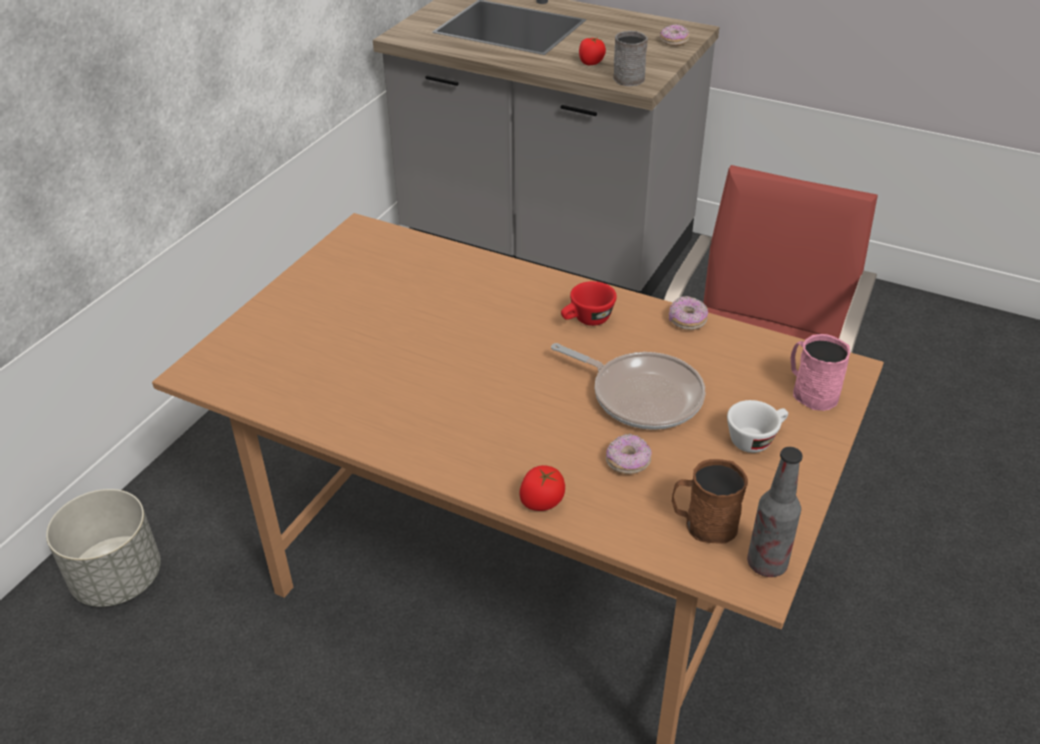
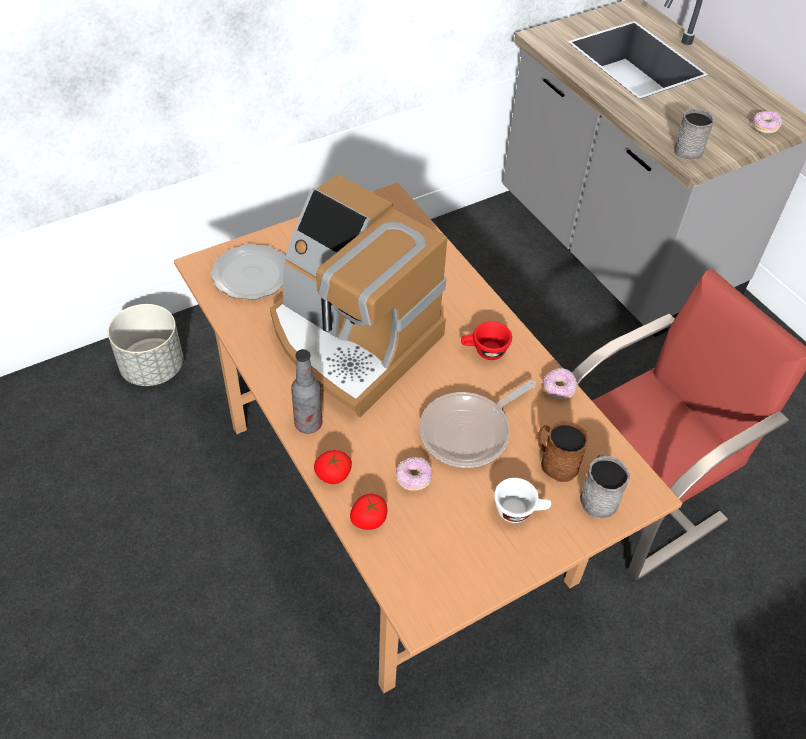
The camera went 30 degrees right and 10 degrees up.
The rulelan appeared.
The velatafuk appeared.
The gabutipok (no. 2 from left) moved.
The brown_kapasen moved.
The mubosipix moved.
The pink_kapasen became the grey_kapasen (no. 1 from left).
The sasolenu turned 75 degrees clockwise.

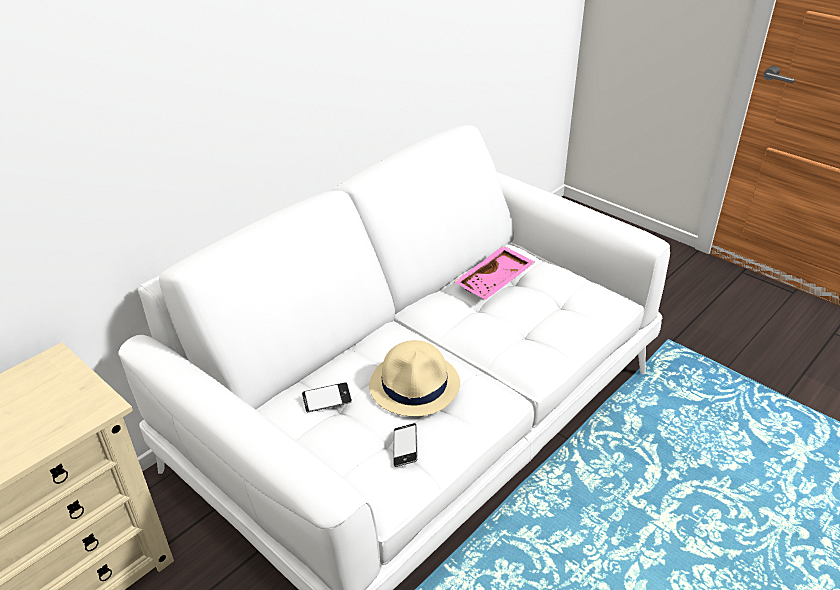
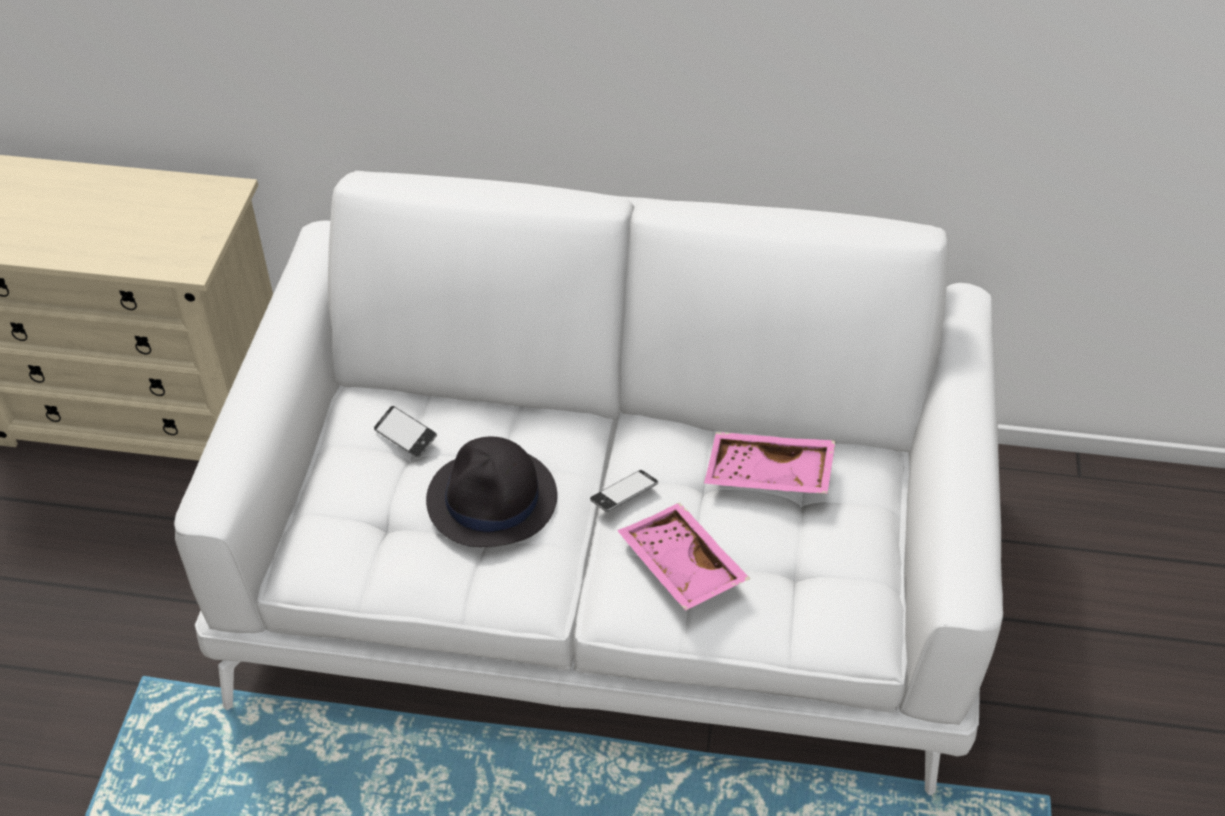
The camera went 55 degrees right and 10 degrees up.
The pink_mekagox (no. 1 from left) appeared.
The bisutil (no. 2 from left) moved.
The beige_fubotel became the black_fubotel.

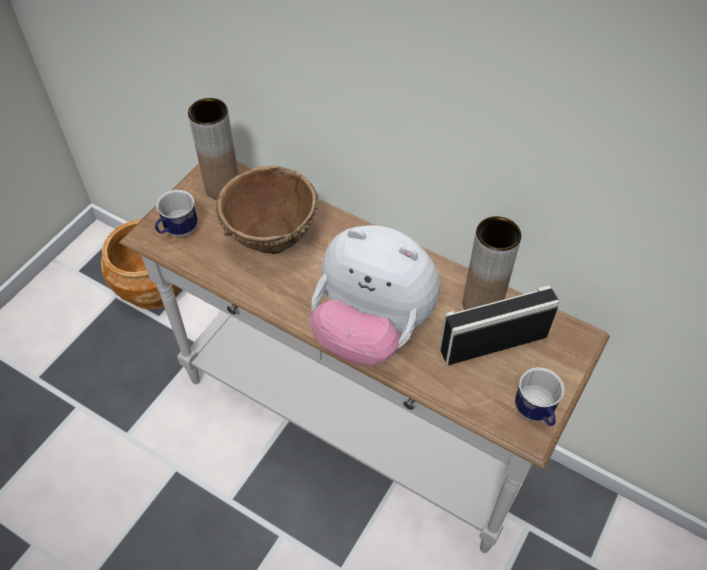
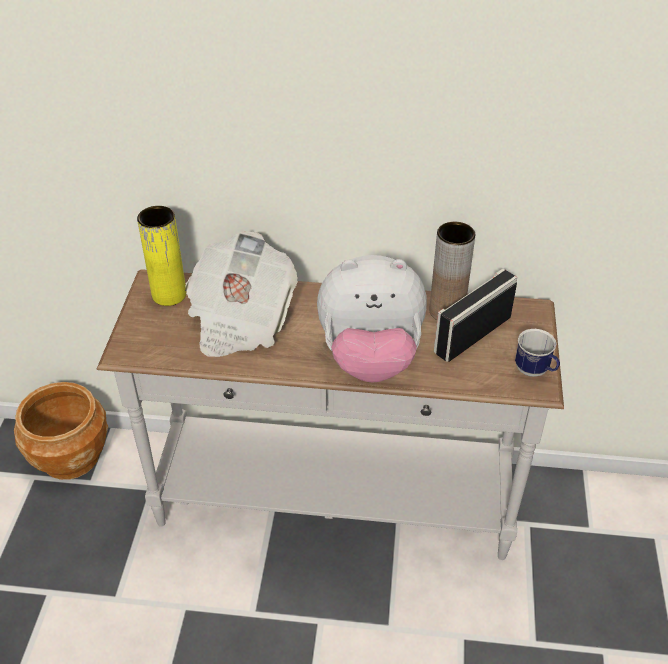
The camera went 25 degrees left and 10 degrees down.
The kapasen (no. 1 from left) disappeared.
The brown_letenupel was replaced by the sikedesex.
The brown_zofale (no. 1 from left) became the yellow_zofale.

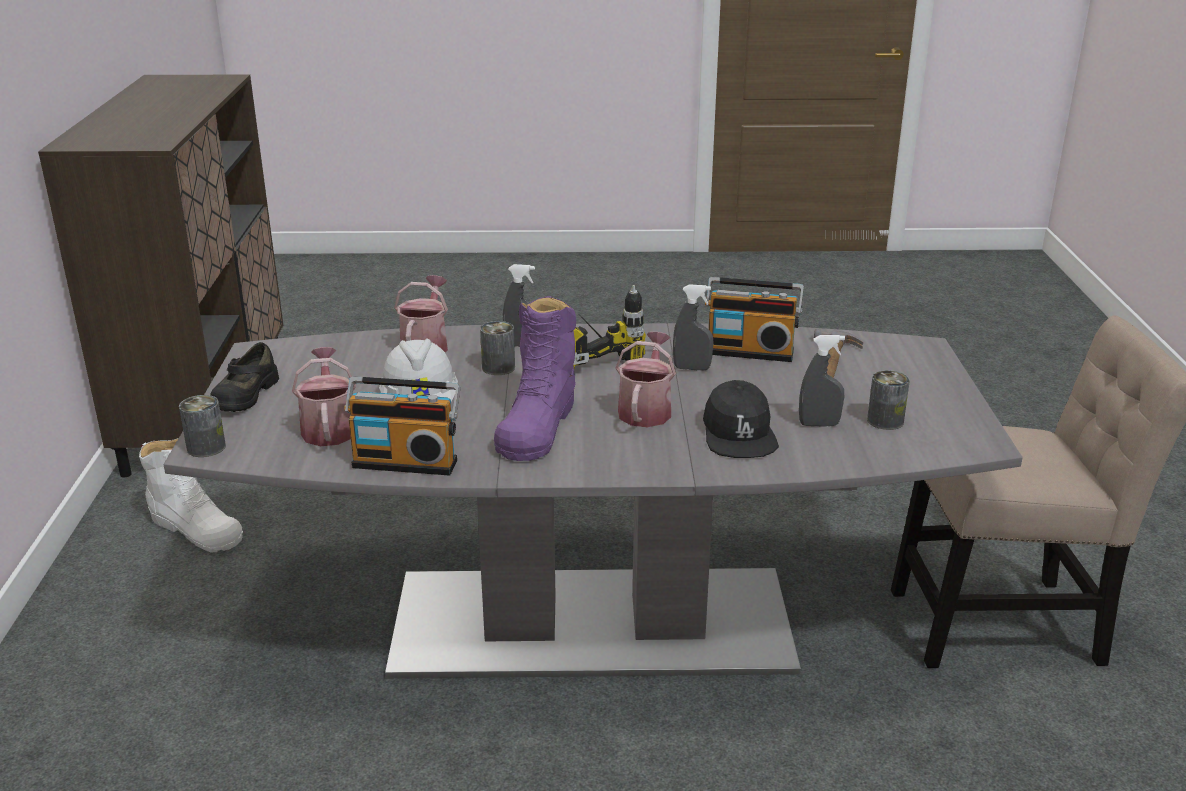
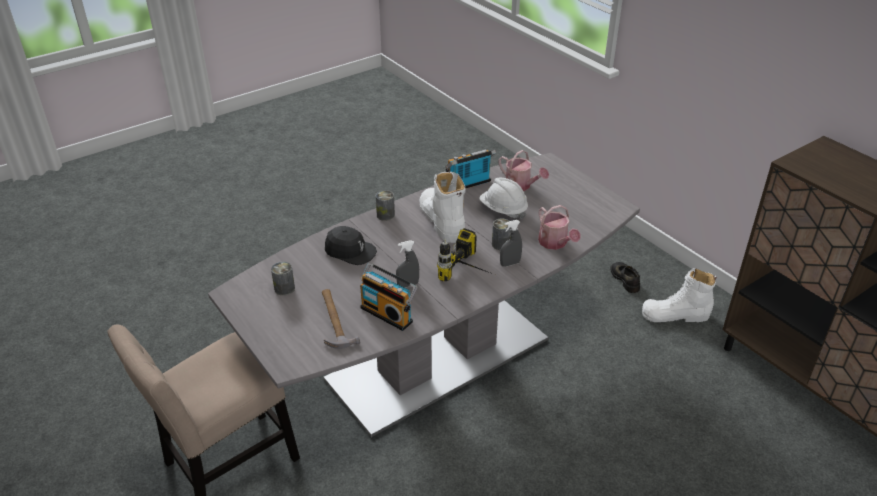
The camera went 145 degrees right and 10 degrees up.
The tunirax (no. 3 from left) disappeared.
The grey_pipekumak (no. 3 from left) disappeared.
The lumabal (no. 1 from left in the first image) moved.
The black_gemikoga moved.
The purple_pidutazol became the white_pidutazol (no. 1 from left).
The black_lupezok turned 150 degrees clockwise.
The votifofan (no. 2 from left in the first image) turned 120 degrees counterclockwise.

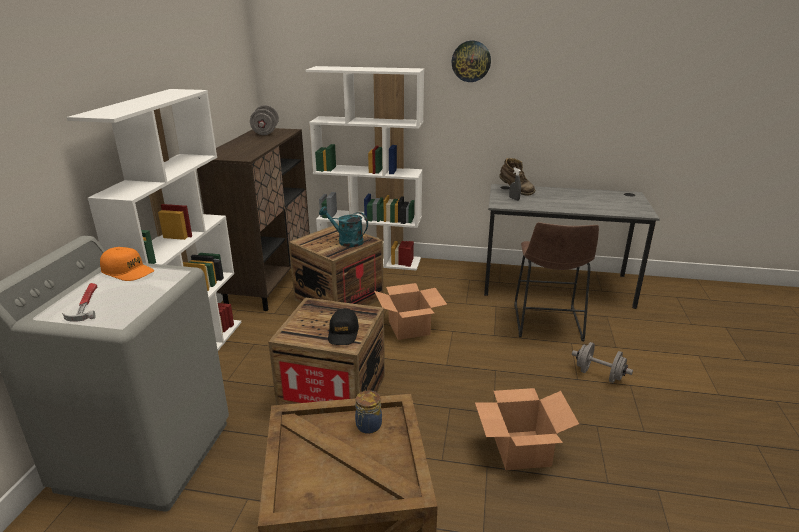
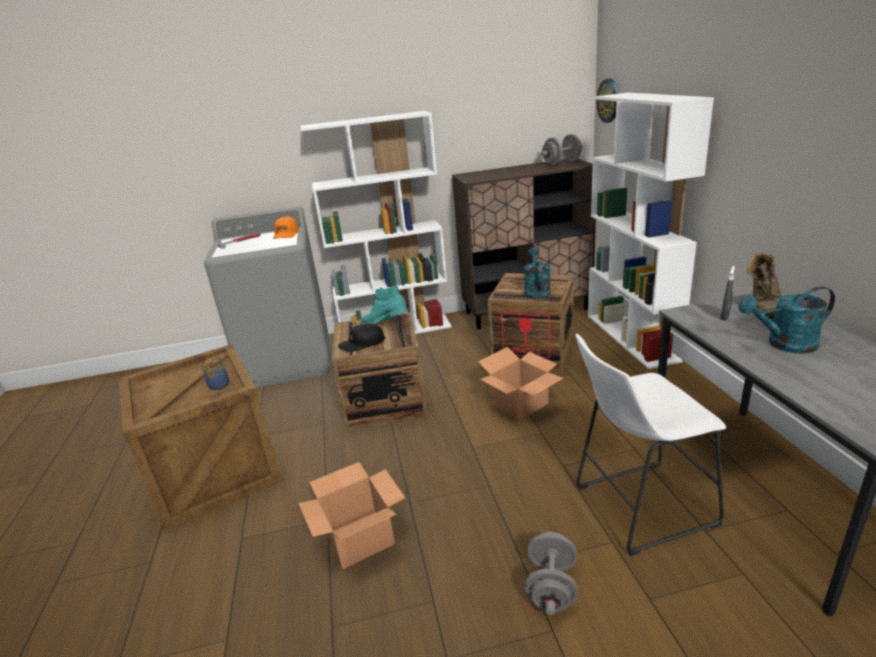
The camera went 70 degrees right and 0 degrees up.
The turquoise_pidutazol appeared.
The turquoise_tunirax (no. 2 from left) appeared.
The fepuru moved.
The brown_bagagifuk became the white_bagagifuk.

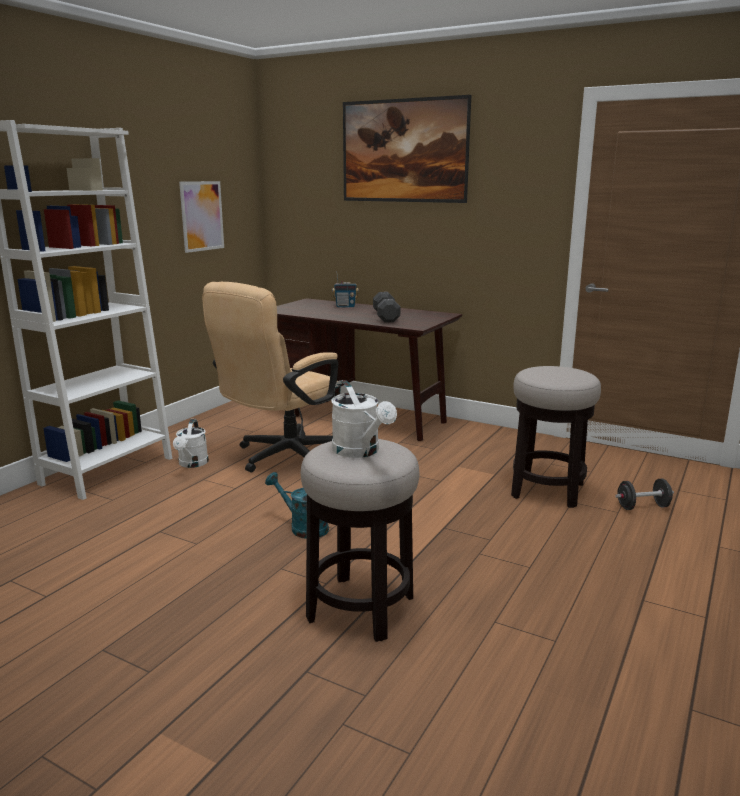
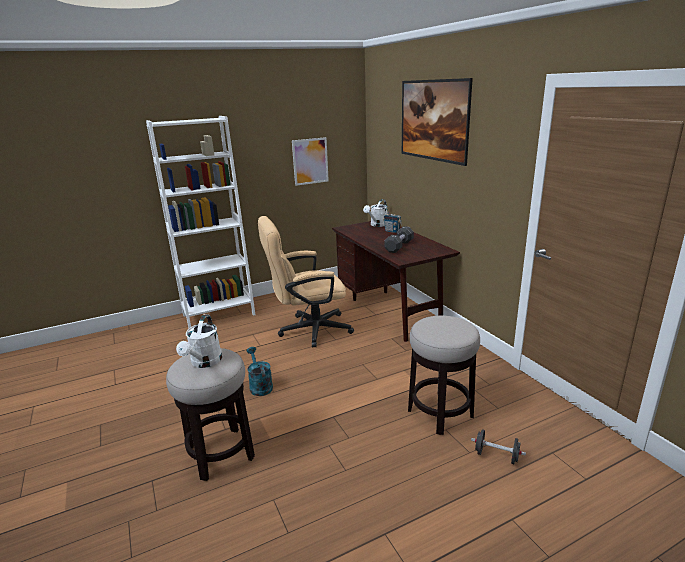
The camera went 35 degrees right and 5 degrees up.
The white_tunirax (no. 1 from left in the first image) moved.

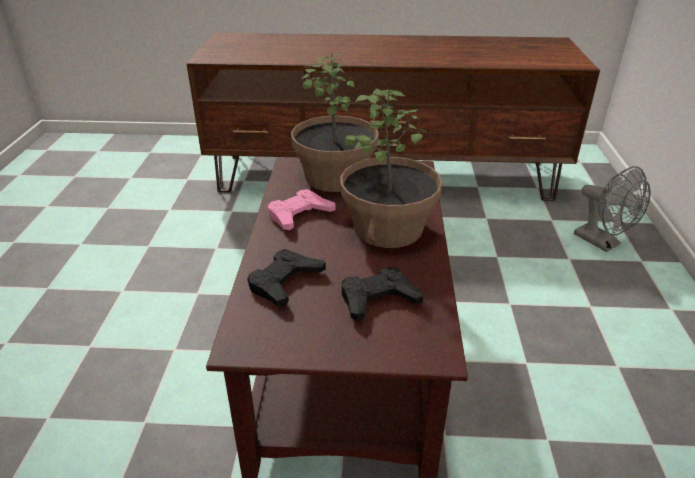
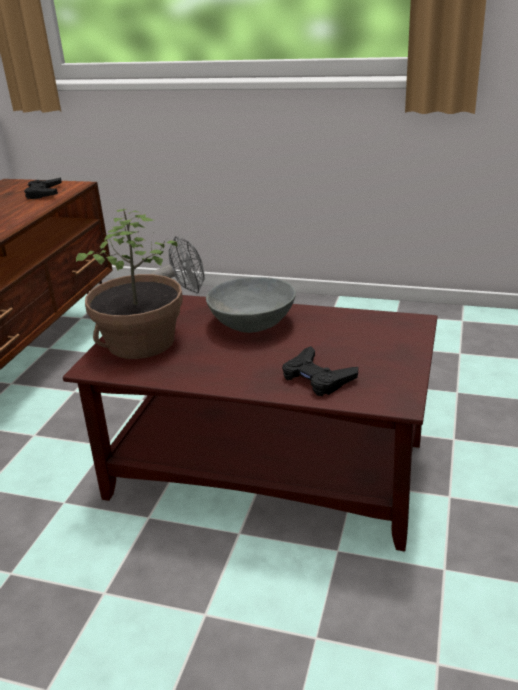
The camera went 75 degrees left and 5 degrees down.
The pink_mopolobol disappeared.
The black_mopolobol (no. 2 from left in the first image) moved.
The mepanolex (no. 2 from left) was replaced by the grey_letenupel.

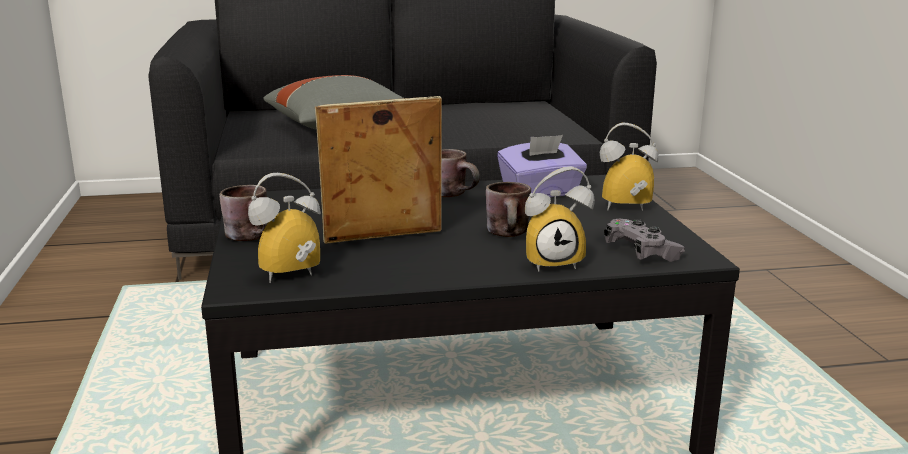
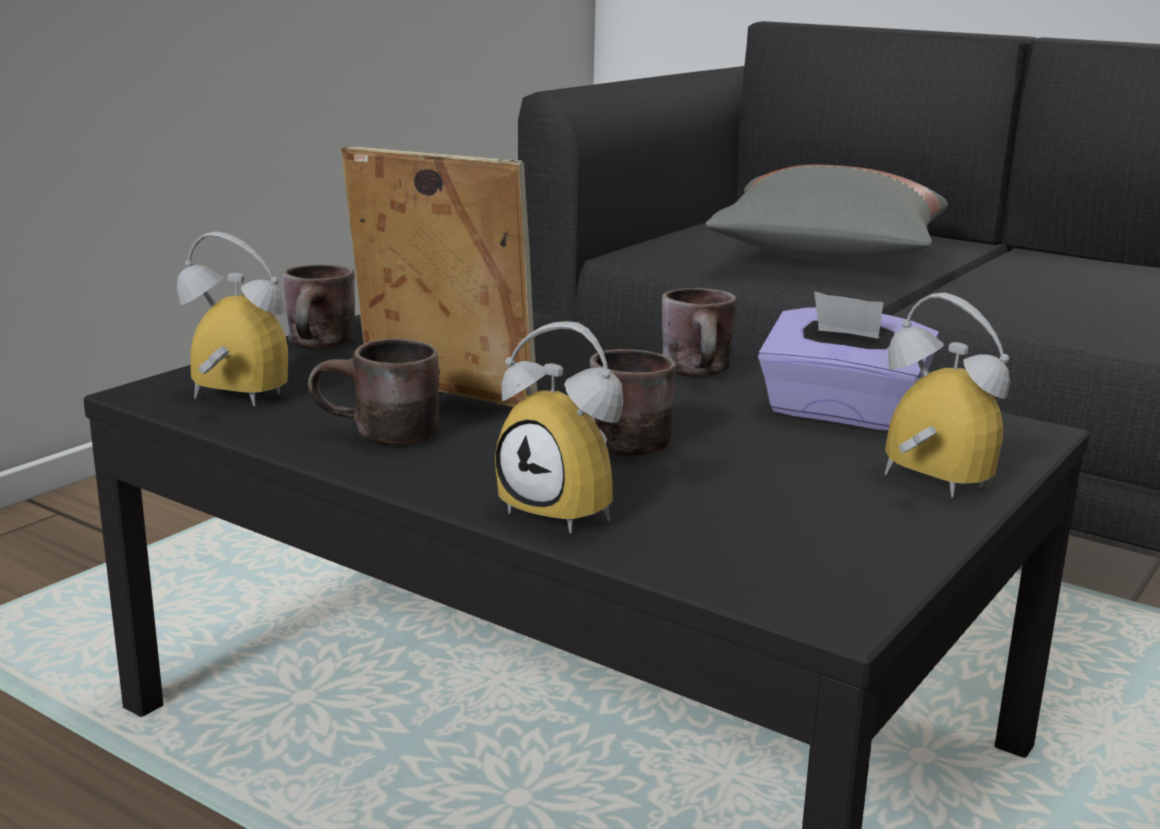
The camera went 45 degrees right and 0 degrees up.
The grey_mopolobol disappeared.
The brown_kapasen (no. 2 from left) appeared.

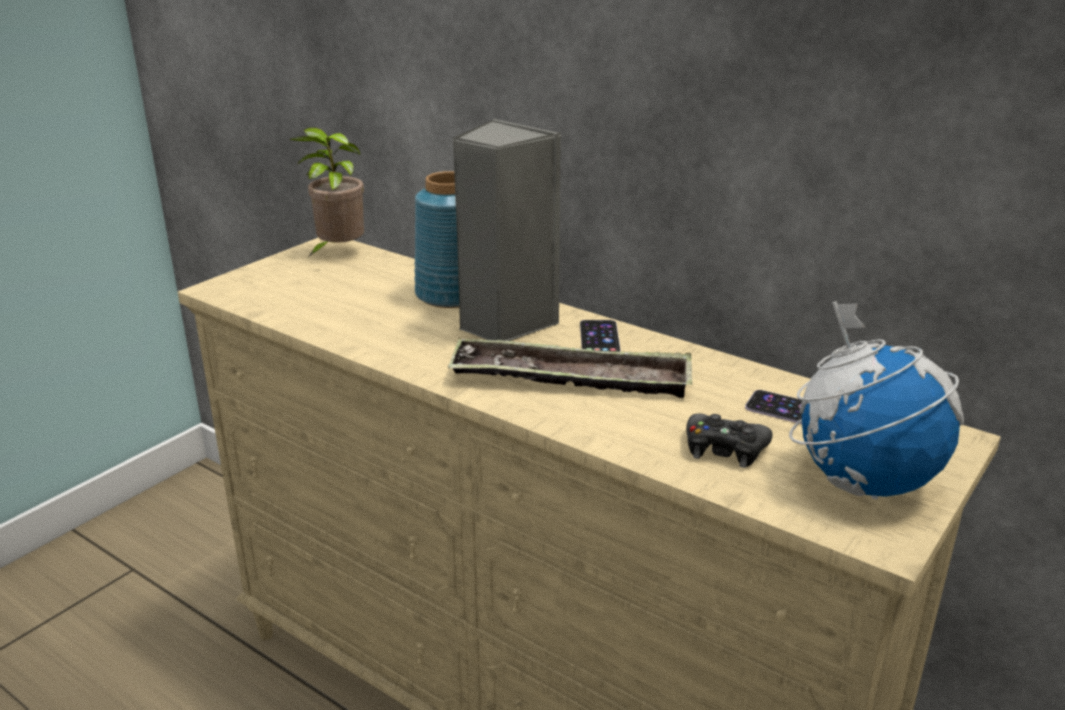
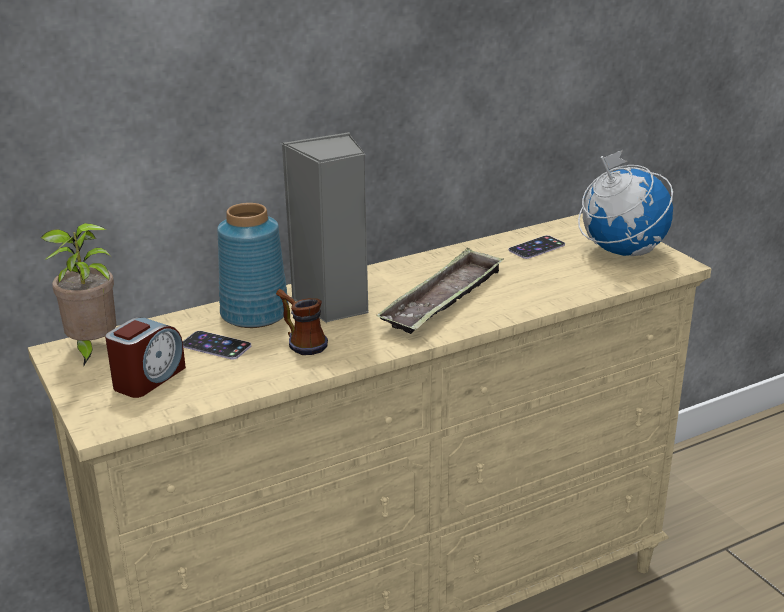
The camera went 65 degrees left and 0 degrees up.
The black_mopolobol disappeared.
The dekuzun appeared.
The kapasen appeared.
The bisutil (no. 1 from left) moved.

